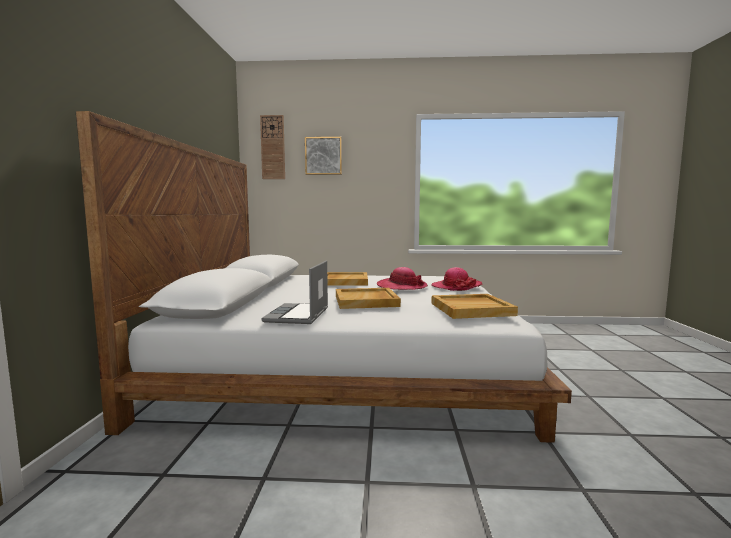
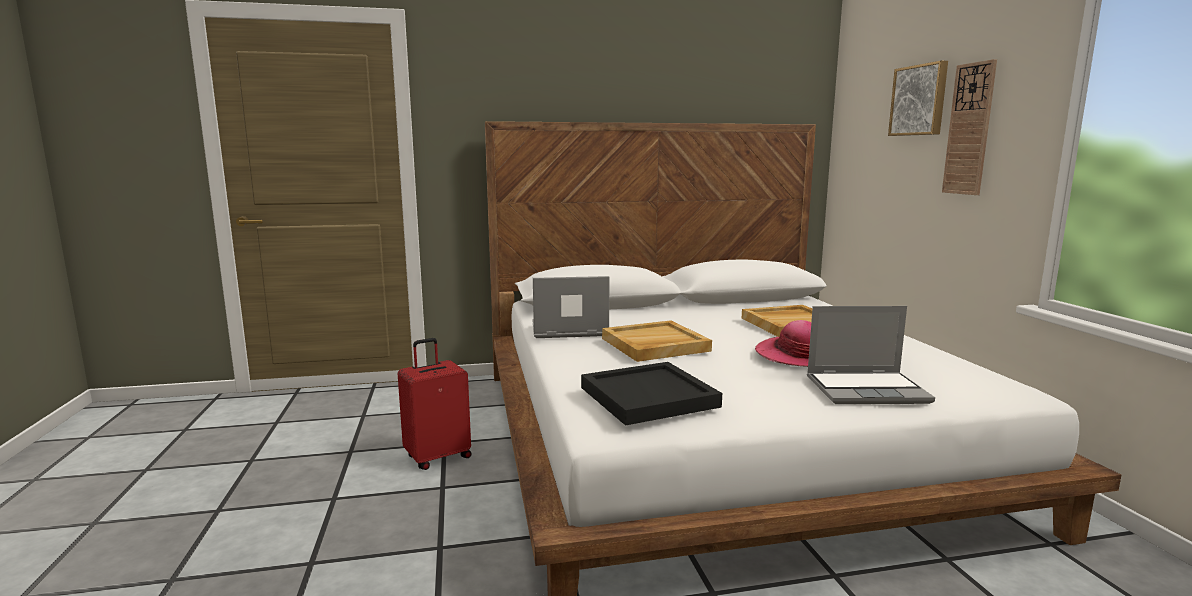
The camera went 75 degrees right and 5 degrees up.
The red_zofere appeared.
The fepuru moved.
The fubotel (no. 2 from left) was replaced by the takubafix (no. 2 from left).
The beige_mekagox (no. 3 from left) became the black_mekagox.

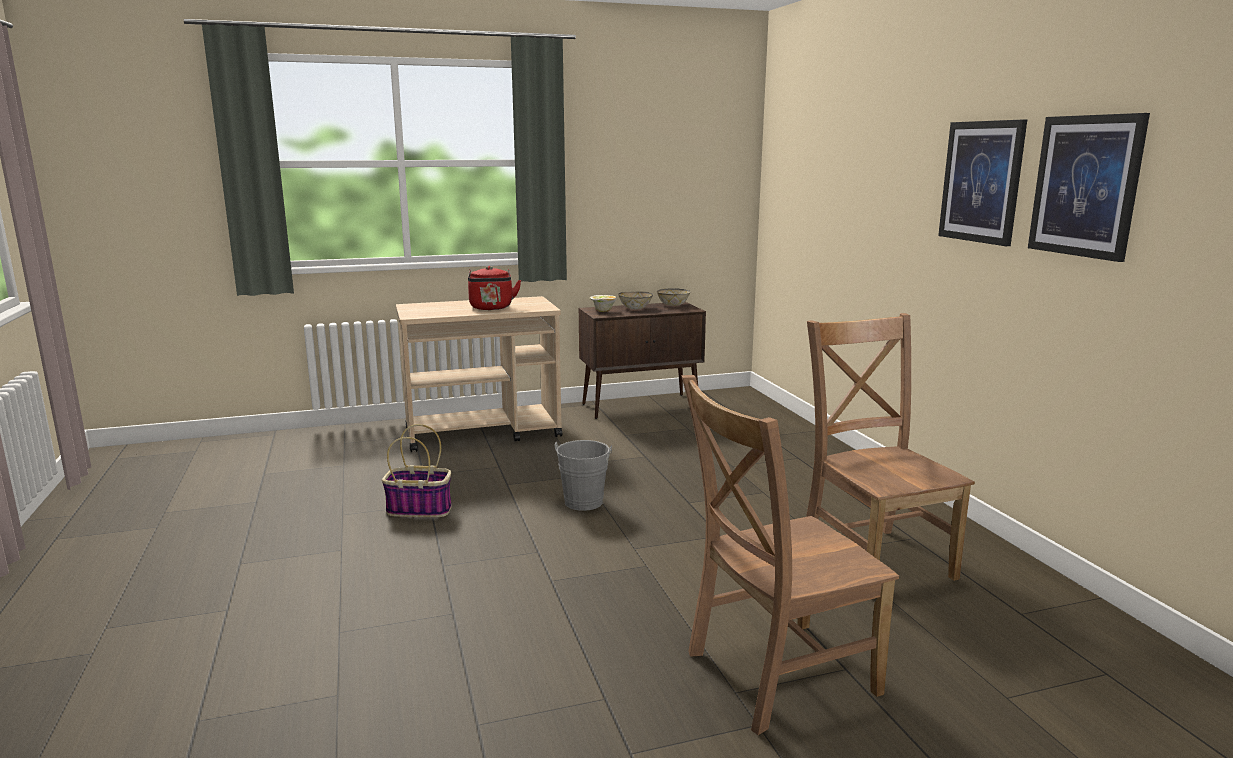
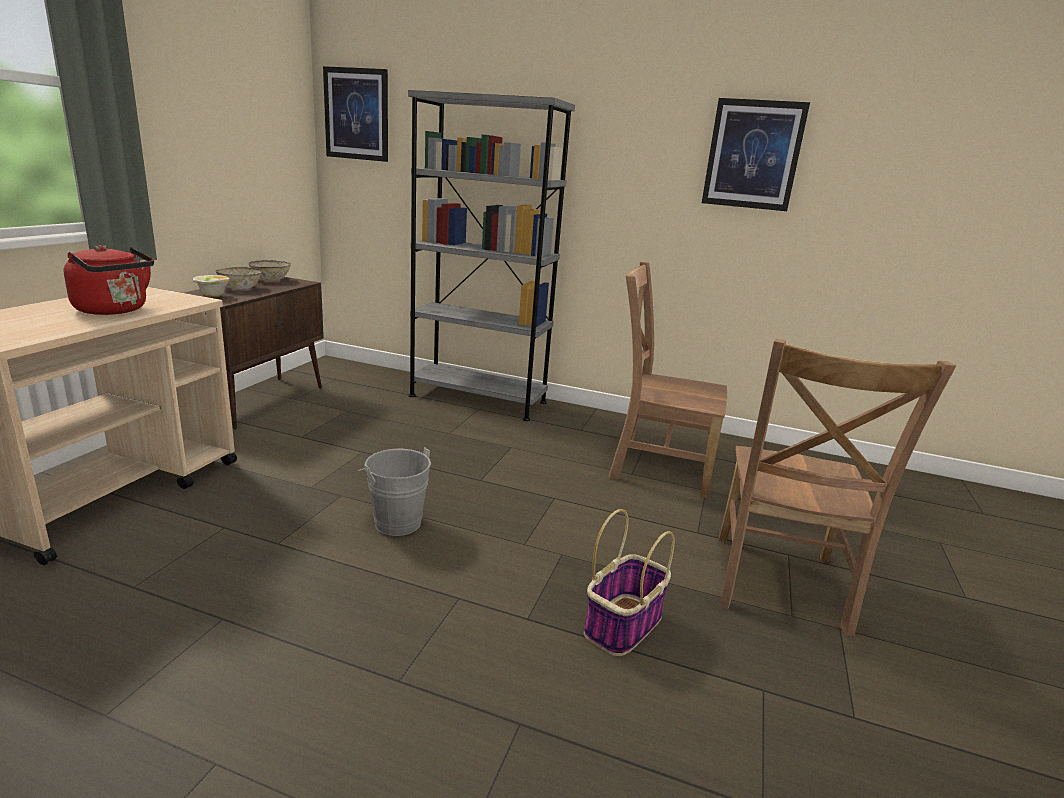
The camera went 55 degrees left and 5 degrees up.
The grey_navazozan appeared.
The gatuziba moved.
The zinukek (no. 1 from left) moved.

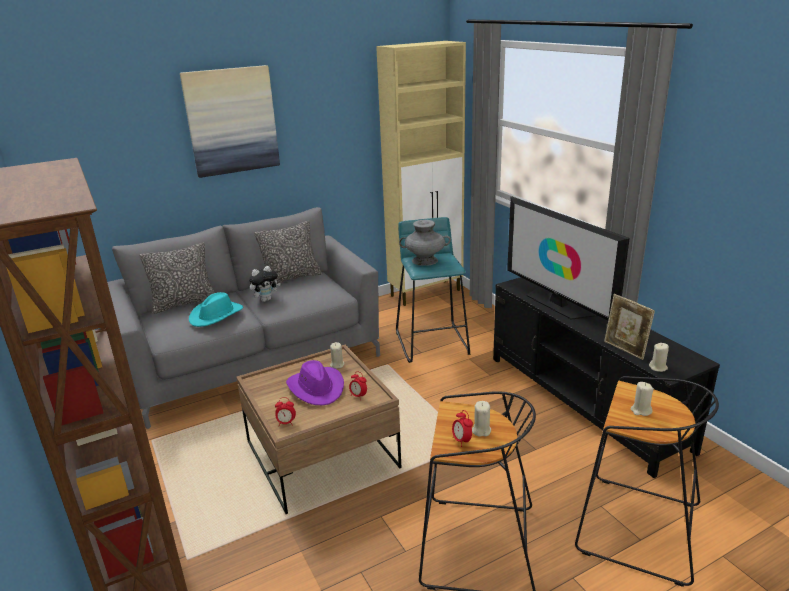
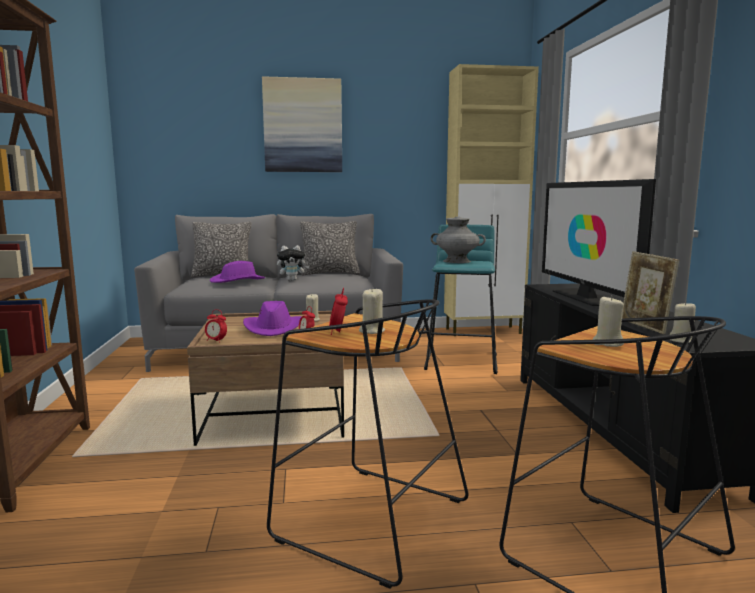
The camera went 20 degrees right and 15 degrees down.
The turquoise_fubotel became the purple_fubotel (no. 1 from left).

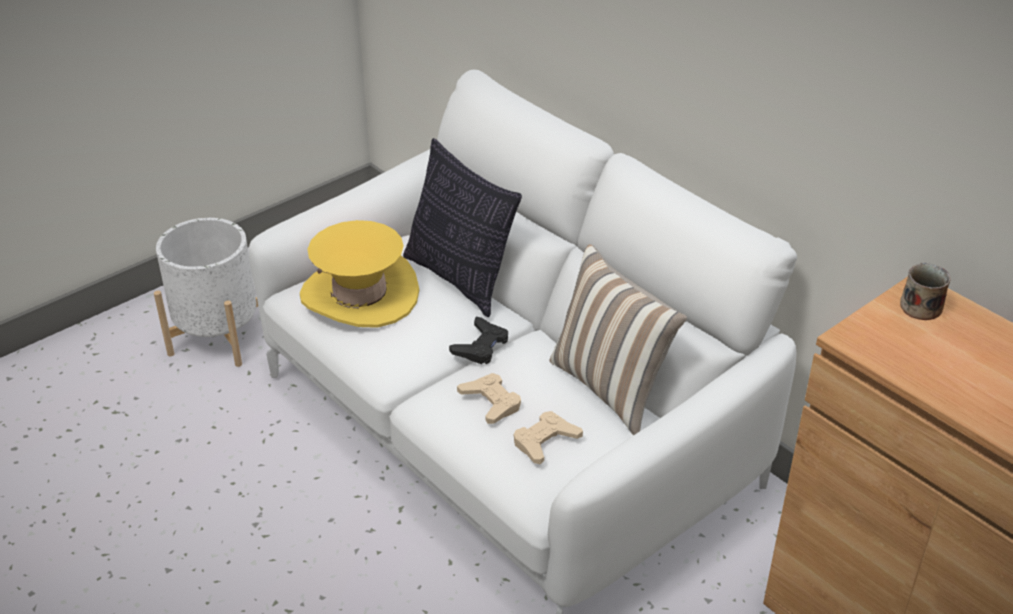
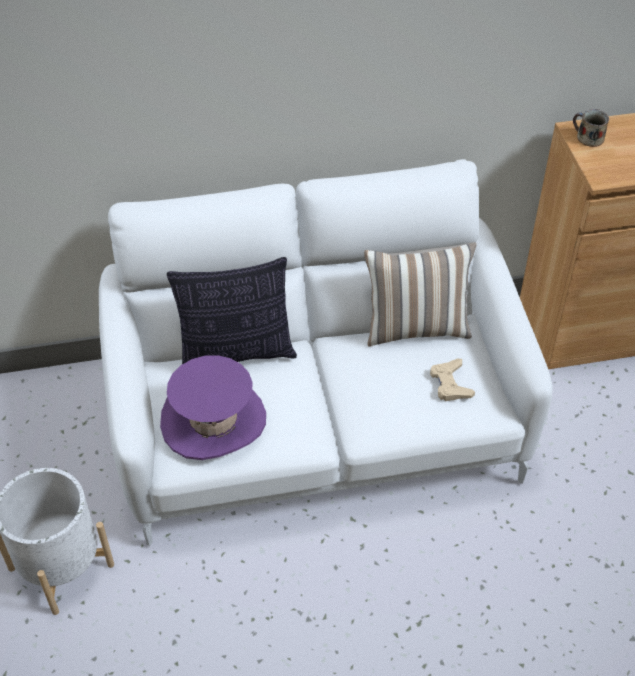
The camera went 60 degrees left and 10 degrees up.
The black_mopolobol disappeared.
The beige_mopolobol (no. 1 from left) disappeared.
The yellow_fubotel became the purple_fubotel.

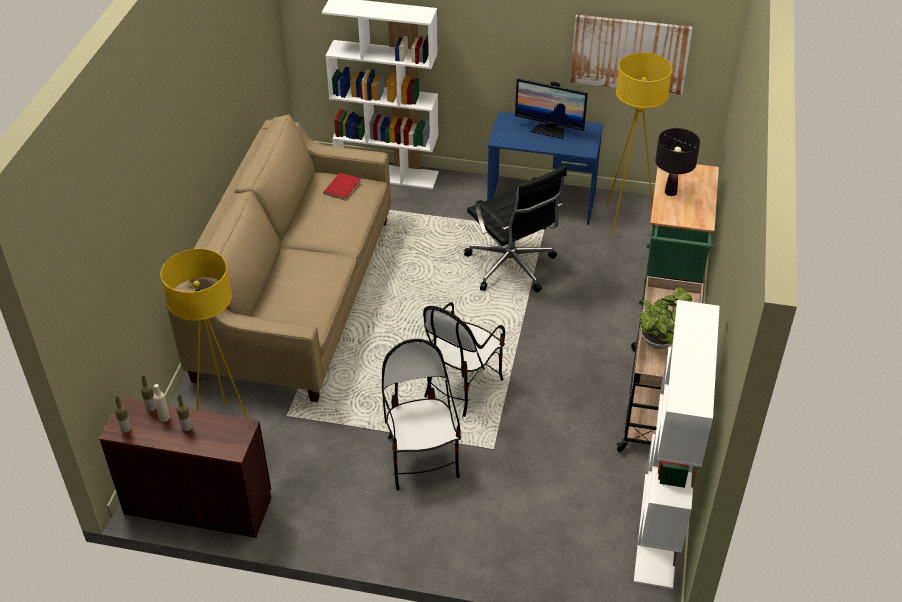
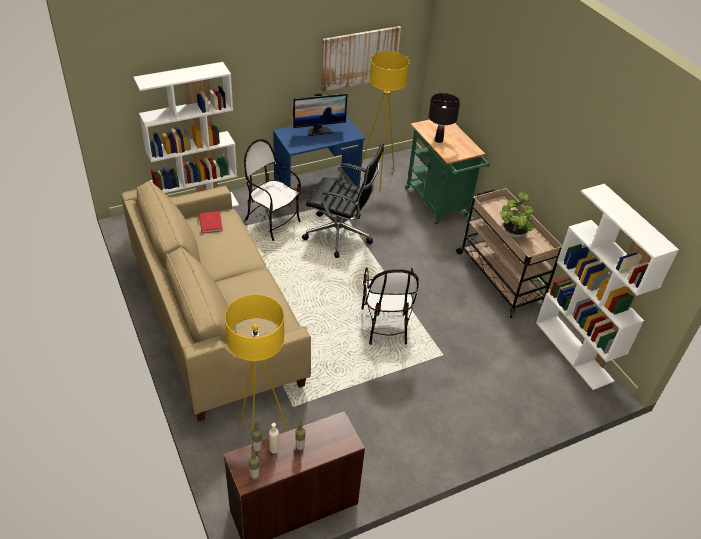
The camera went 40 degrees left and 0 degrees up.
The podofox (no. 1 from left) moved.

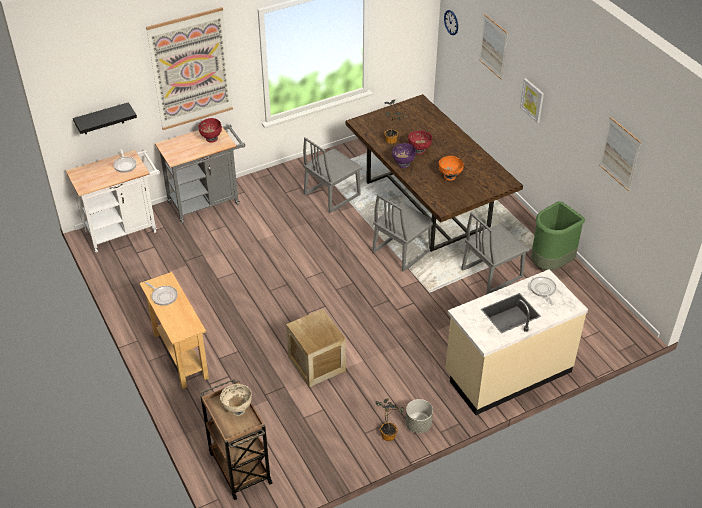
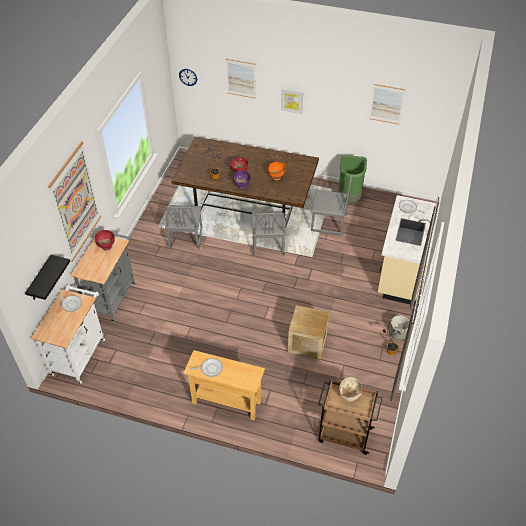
The camera went 45 degrees left and 5 degrees up.
The grey_podofox (no. 3 from left) turned 90 degrees counterclockwise.

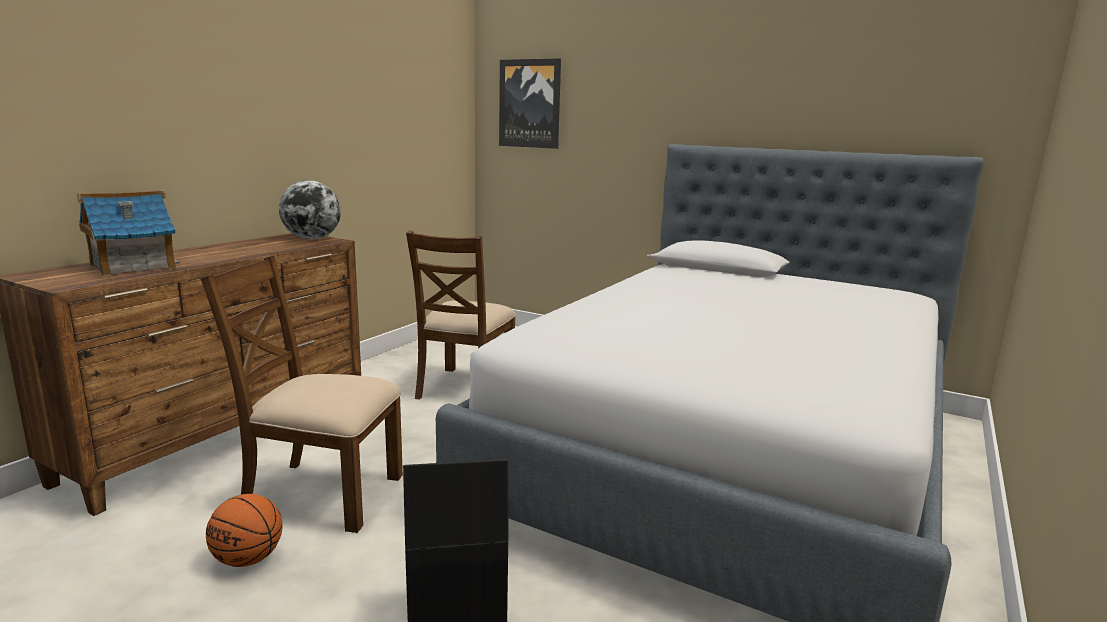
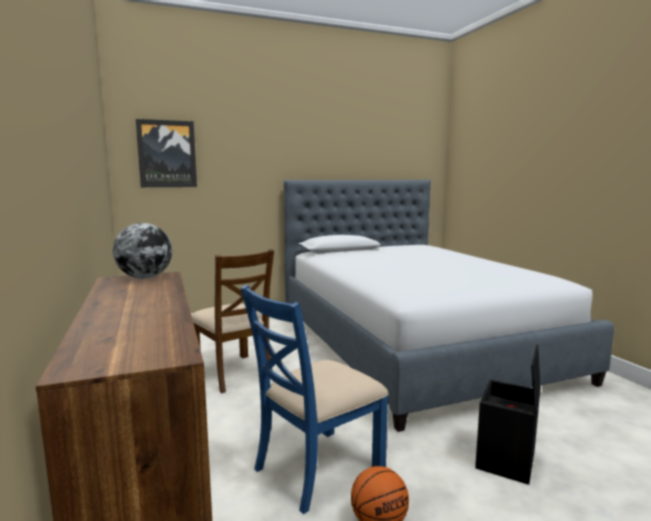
The camera went 50 degrees left and 5 degrees down.
The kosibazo disappeared.
The brown_podofox (no. 1 from left) became the blue_podofox.

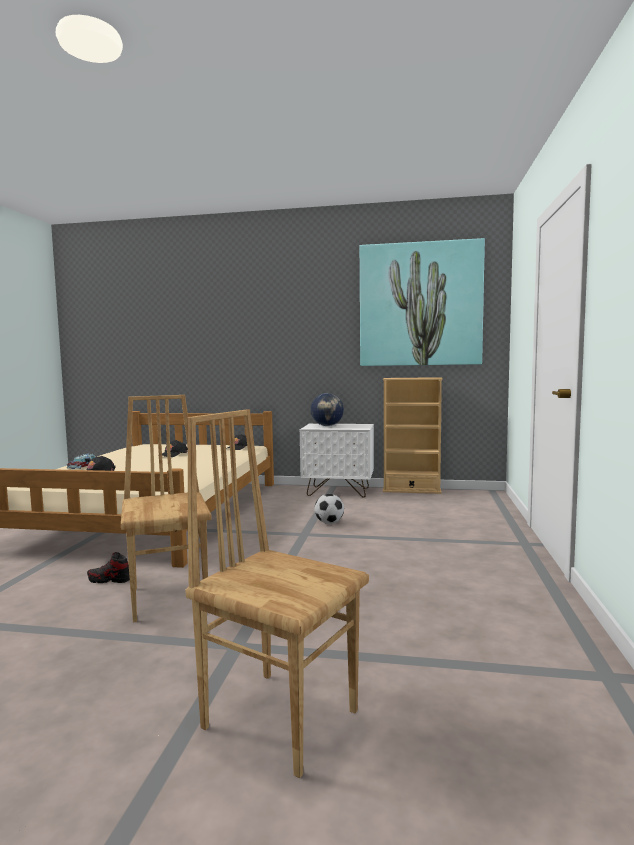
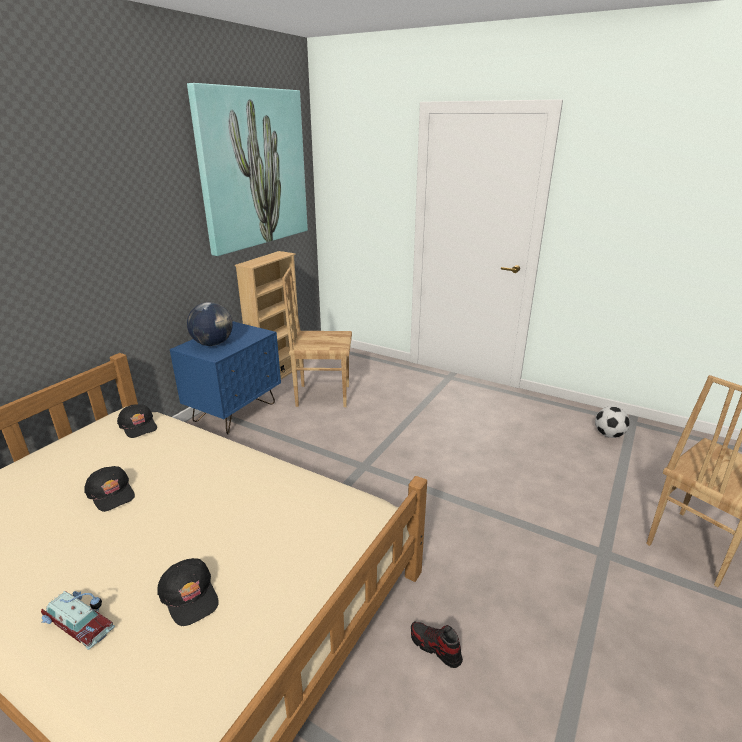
The camera went 70 degrees left and 20 degrees up.
The brown_podofox (no. 1 from left) moved.
The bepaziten moved.
The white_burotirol became the blue_burotirol.
The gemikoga turned 105 degrees clockwise.

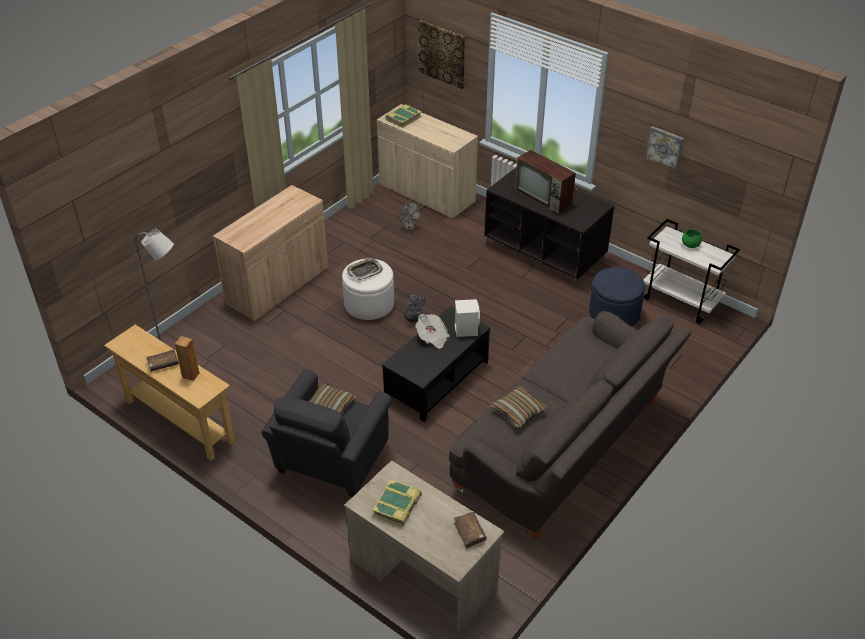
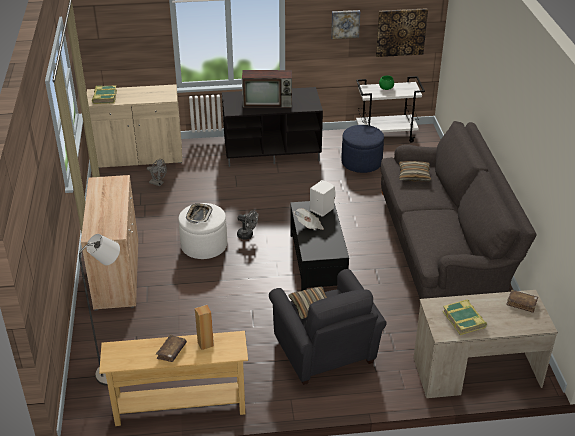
The camera went 45 degrees left and 5 degrees down.
The zinukek (no. 1 from left in the first image) moved.
The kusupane (no. 2 from left) moved.

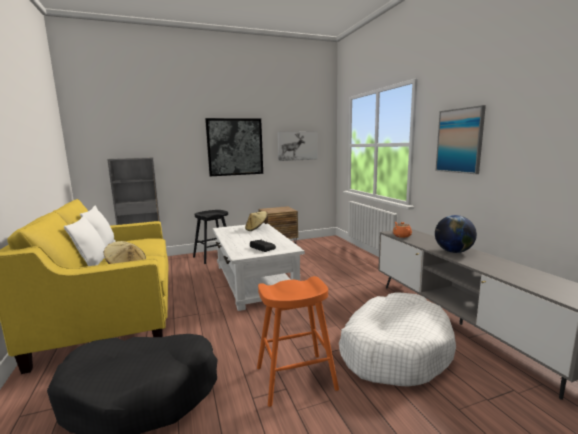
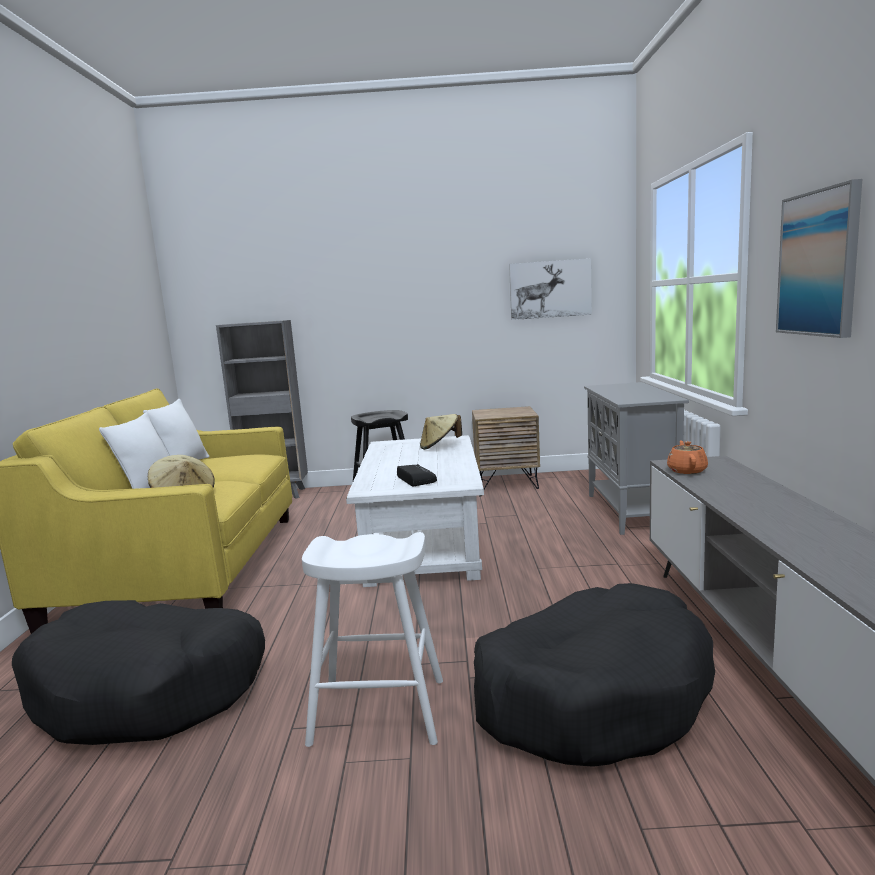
The camera went 20 degrees right and 0 degrees up.
The zinukek (no. 1 from left) disappeared.
The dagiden disappeared.
The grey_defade appeared.
The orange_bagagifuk became the white_bagagifuk.
The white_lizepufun became the black_lizepufun (no. 2 from left).

